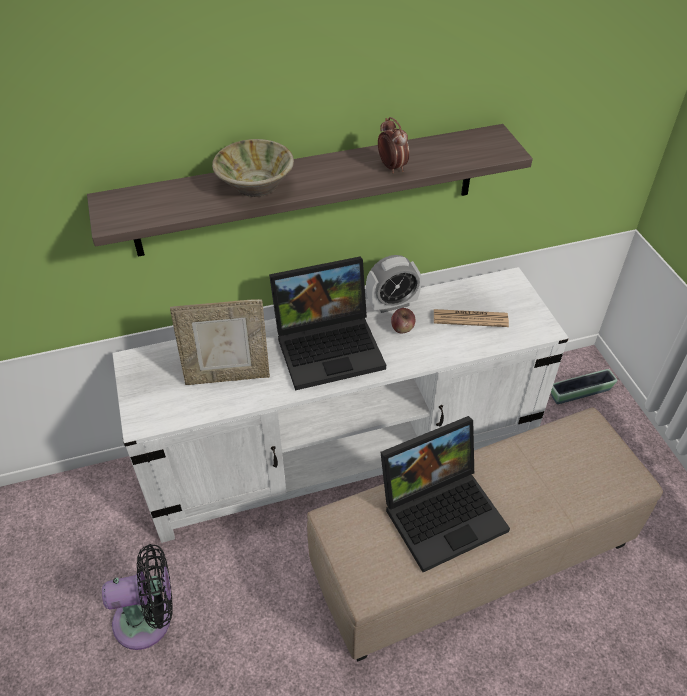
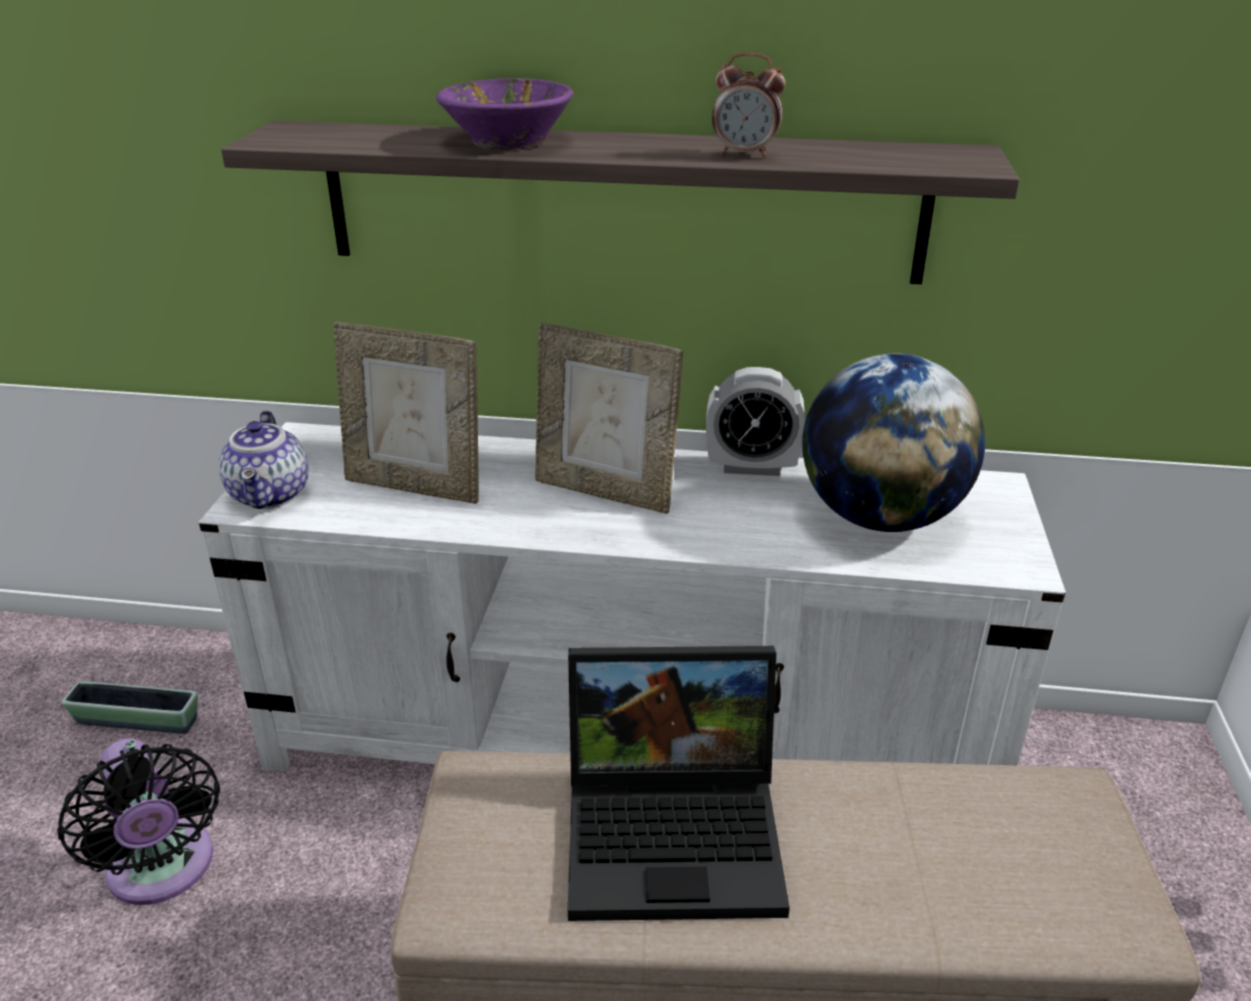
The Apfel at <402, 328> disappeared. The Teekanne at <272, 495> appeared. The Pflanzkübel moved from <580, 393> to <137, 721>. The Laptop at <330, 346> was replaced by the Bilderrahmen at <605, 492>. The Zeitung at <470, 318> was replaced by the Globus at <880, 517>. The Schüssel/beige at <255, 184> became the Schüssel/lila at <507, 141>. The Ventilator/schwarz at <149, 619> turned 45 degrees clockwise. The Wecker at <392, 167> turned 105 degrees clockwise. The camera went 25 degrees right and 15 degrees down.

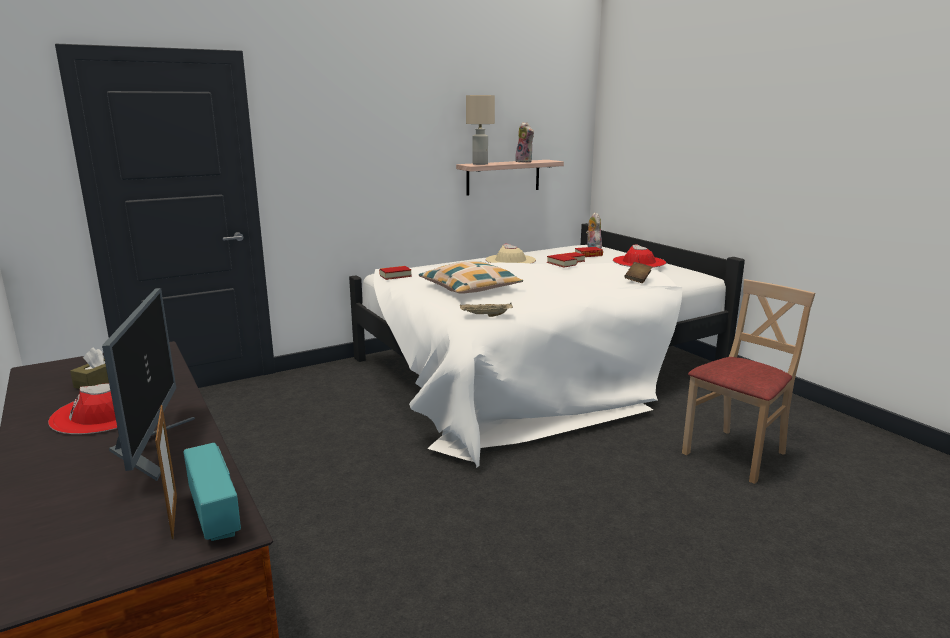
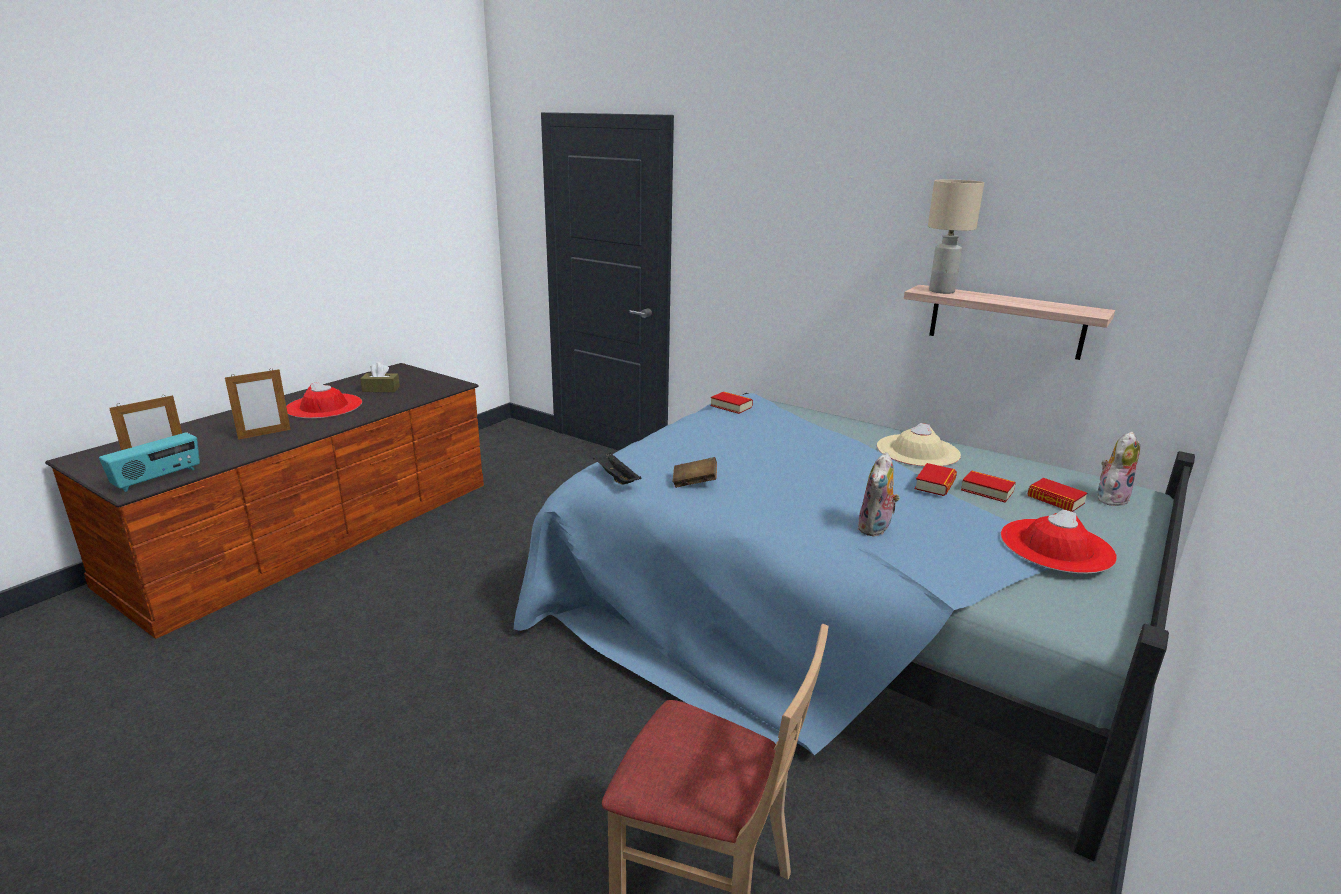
The Kissen at <470, 288> disappeared. The Plüschtier moved from <525, 162> to <875, 529>. The Buch/braun moved from <638, 279> to <694, 483>. The Monitor at <151, 447> was replaced by the Bilderrahmen at <264, 434>. The Bett/weiß at <536, 370> became the Bett/blau at <838, 617>. The Tablett/beige at <485, 316> became the Tablett/schwarz at <616, 478>. The camera went 65 degrees right and 5 degrees up.

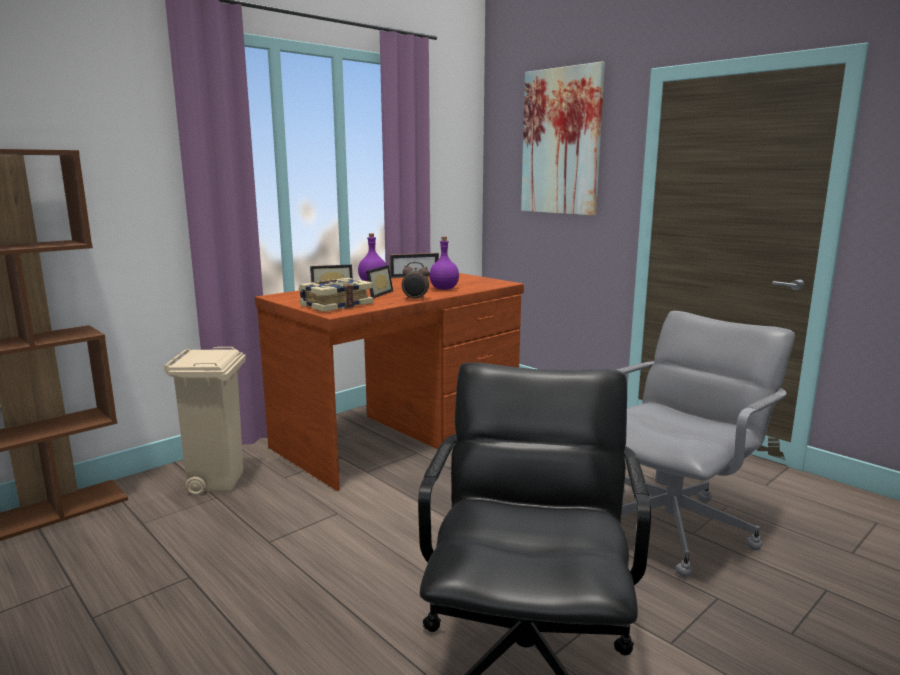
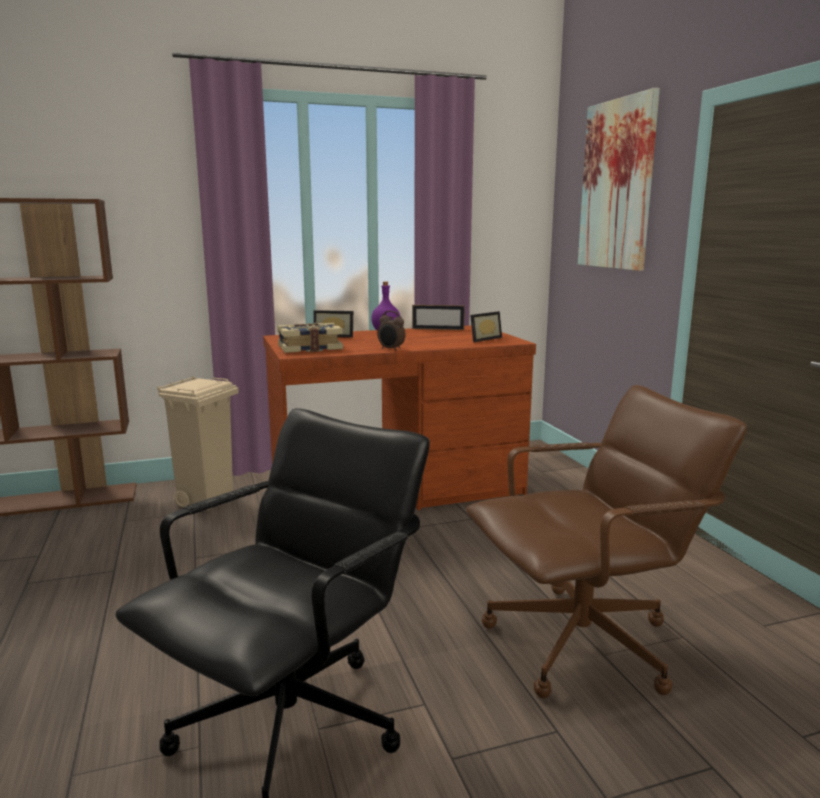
The Flasche/lila at <444, 289> disappeared. The Bilderrahmen moved from <376, 294> to <482, 339>. The Bürostuhl/grau at <673, 529> became the Bürostuhl/braun at <584, 644>. The camera went 25 degrees right and 0 degrees up.

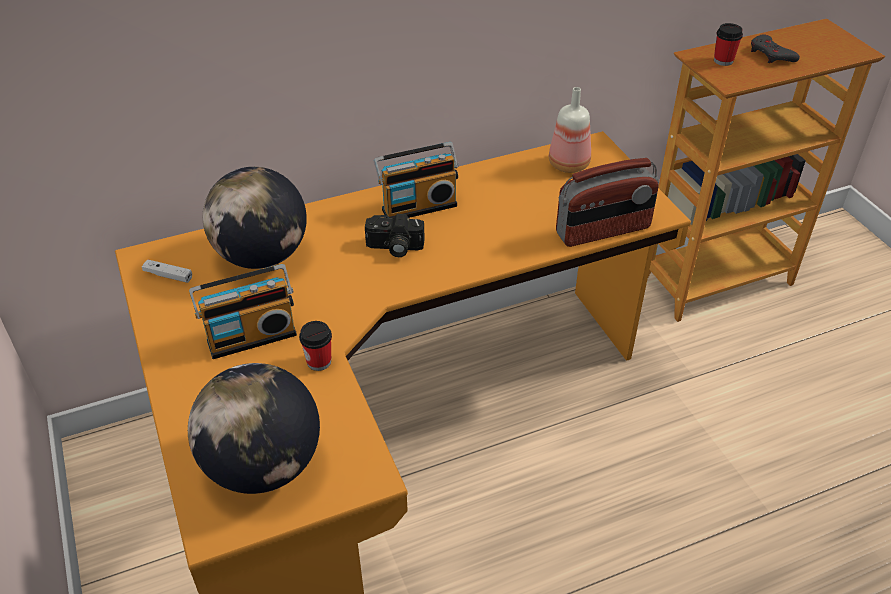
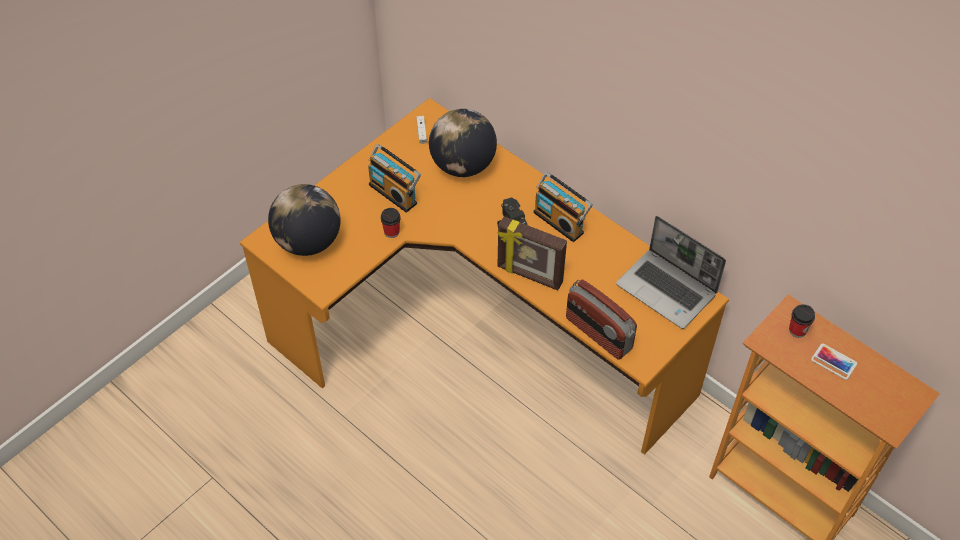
The Bilderrahmen at <529, 275> appeared. The Flasche at <569, 164> was replaced by the Laptop at <667, 290>. The Gamepad/grau at <771, 54> was replaced by the Handy at <833, 362>. The camera went 65 degrees right and 10 degrees up.

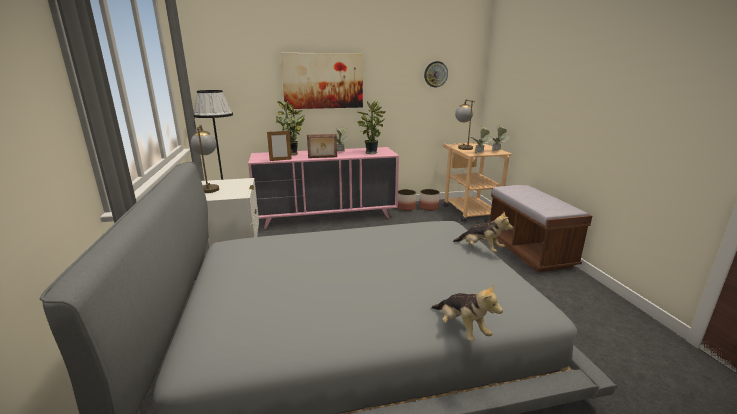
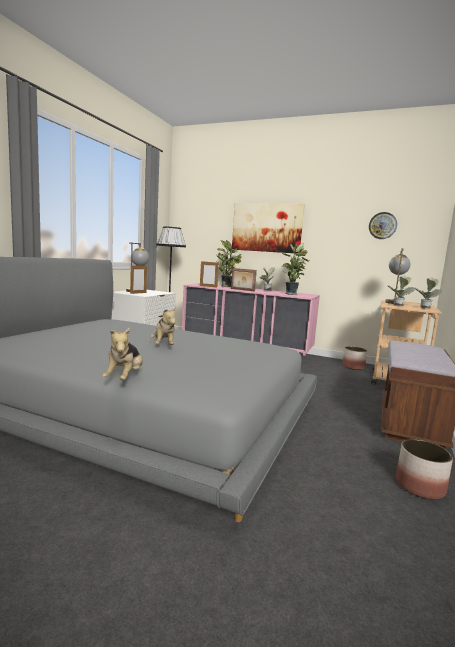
The Bilderrahmen at <138, 293> appeared. The Pflanzkübel moved from <406, 208> to <420, 486>. The Plüschtier moved from <480, 249> to <164, 345>. The camera went 35 degrees right and 10 degrees down.

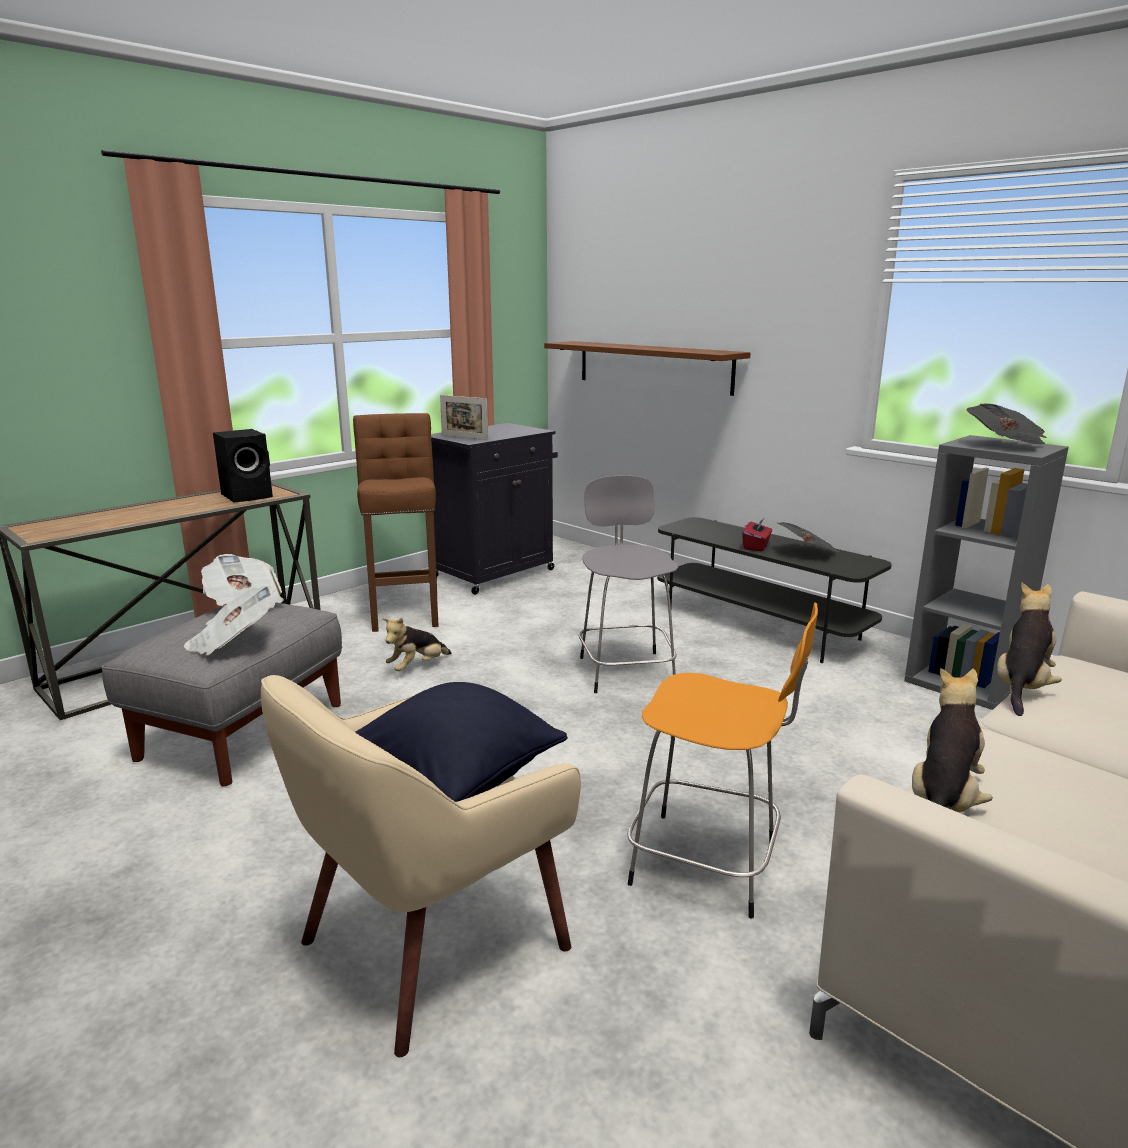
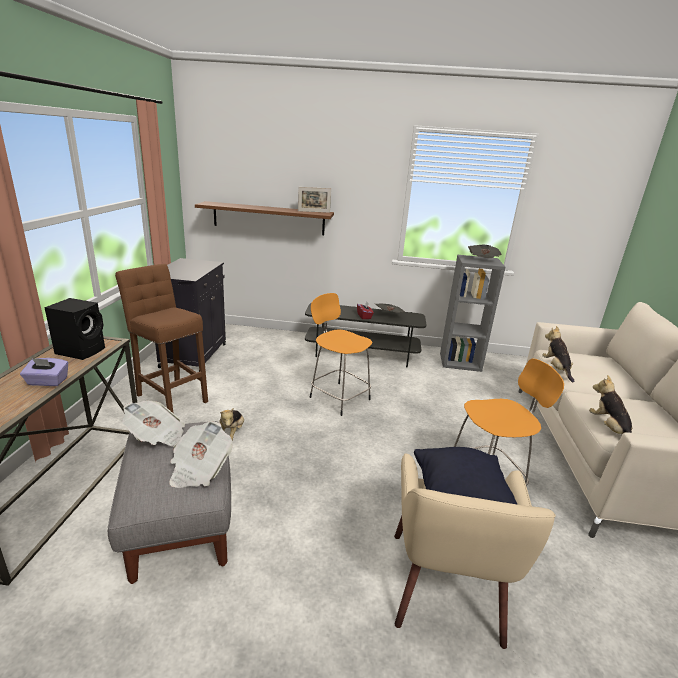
The Taschentuchbox/lila at <47, 382> appeared. The Bilderrahmen moved from <464, 437> to <314, 211>. The Hocker/grau at <625, 670> became the Hocker/orange at <338, 397>. The camera went 40 degrees left and 5 degrees up.

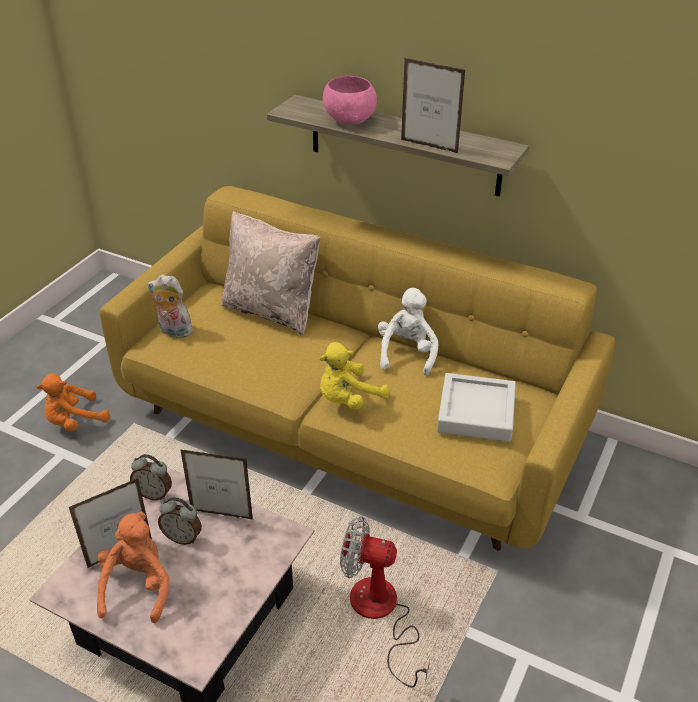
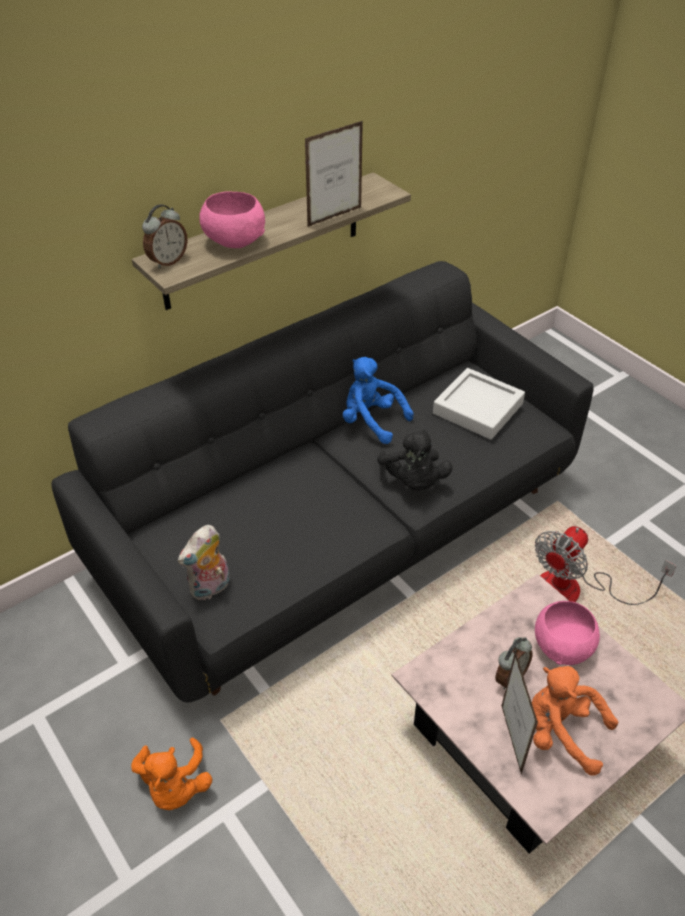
The Bilderrahmen at <222, 515> disappeared. The Kissen/beige at <272, 310> disappeared. The Schüssel/rosa at <562, 646> appeared. The Wecker moved from <154, 494> to <167, 261>. The Sofa/gelb at <350, 426> became the Sofa/schwarz at <342, 531>. The Plüschtier/gelb at <348, 399> became the Plüschtier/schwarz at <413, 482>. The Plüschtier/weiß at <407, 353> became the Plüschtier/blau at <371, 421>. The camera went 65 degrees left and 5 degrees up.

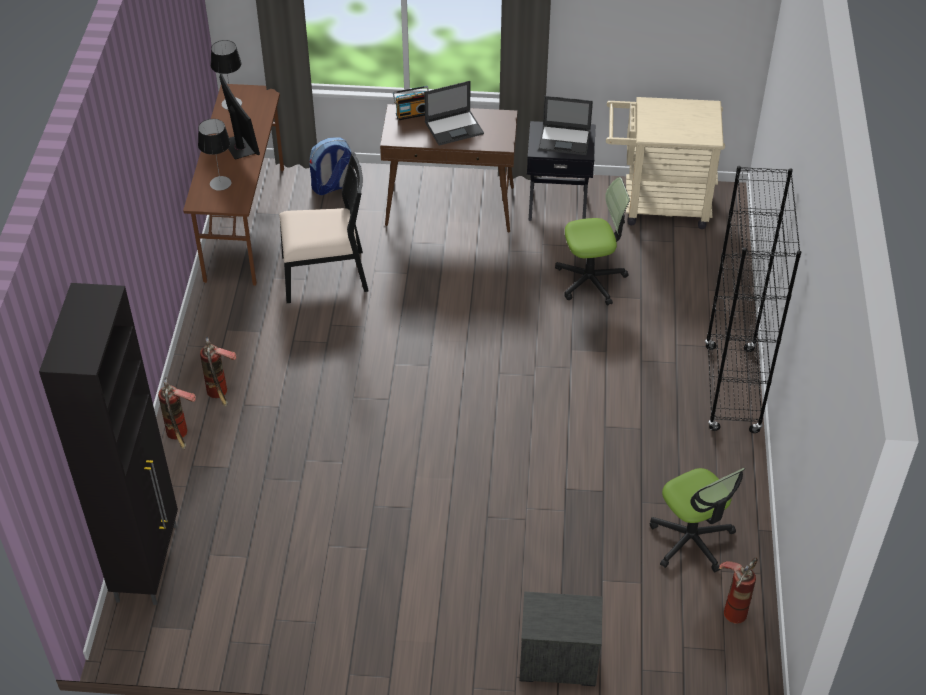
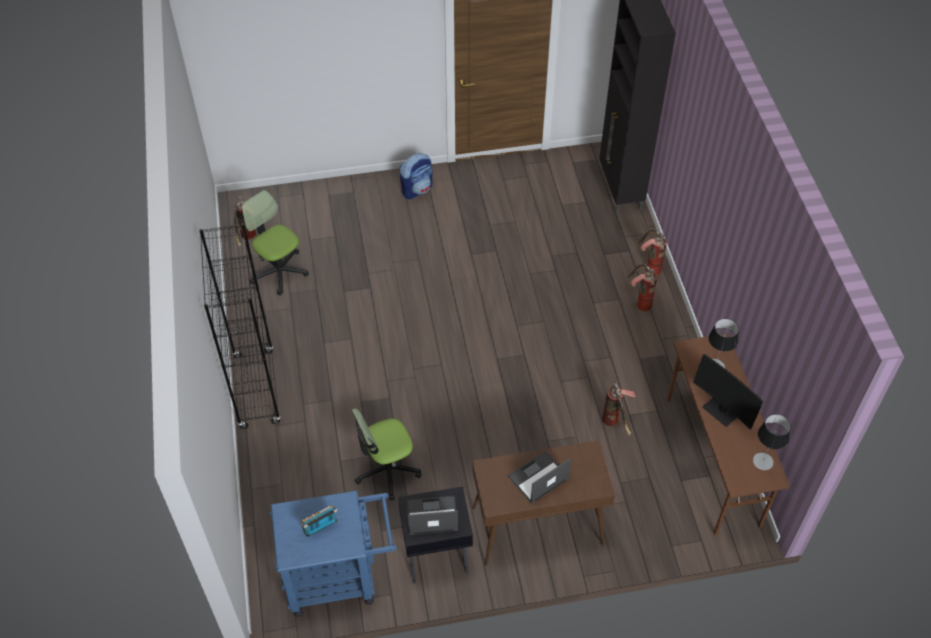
The Nachttisch at <557, 660> disappeared. The Rucksack moved from <332, 186> to <417, 189>. The Radio moved from <412, 113> to <320, 526>. The Stuhl/schwarz at <325, 274> was replaced by the Feuerlöscher at <615, 423>. The Rollwagen/beige at <657, 204> became the Rollwagen/blau at <339, 577>. The camera went 165 degrees right and 5 degrees up.

